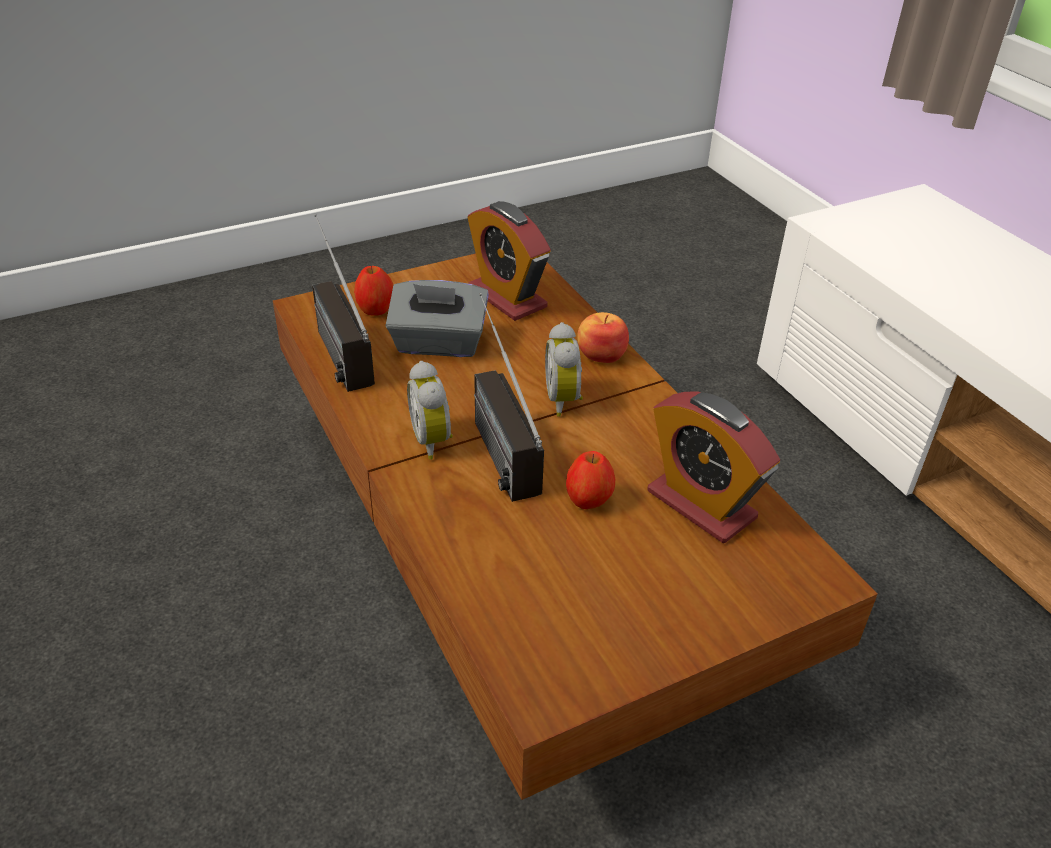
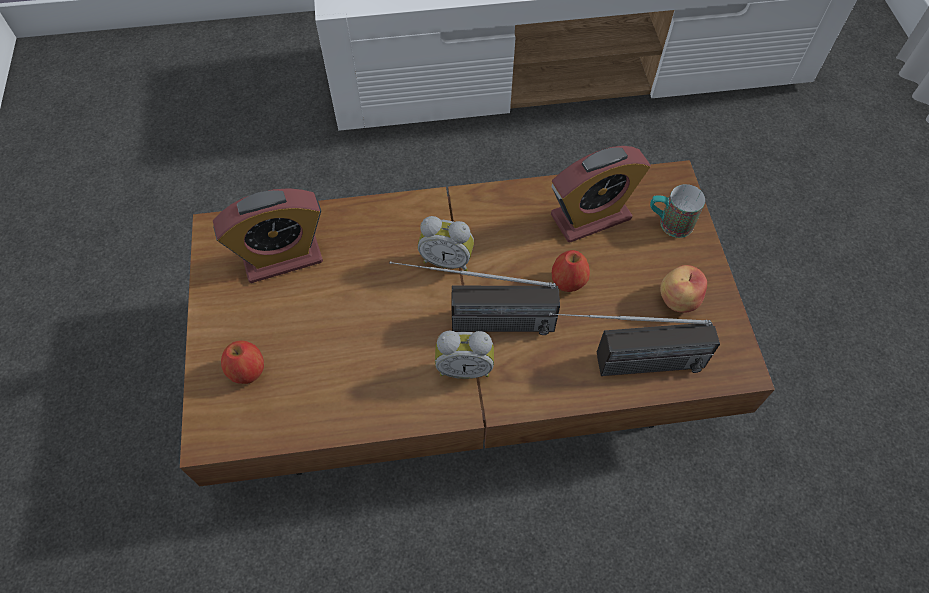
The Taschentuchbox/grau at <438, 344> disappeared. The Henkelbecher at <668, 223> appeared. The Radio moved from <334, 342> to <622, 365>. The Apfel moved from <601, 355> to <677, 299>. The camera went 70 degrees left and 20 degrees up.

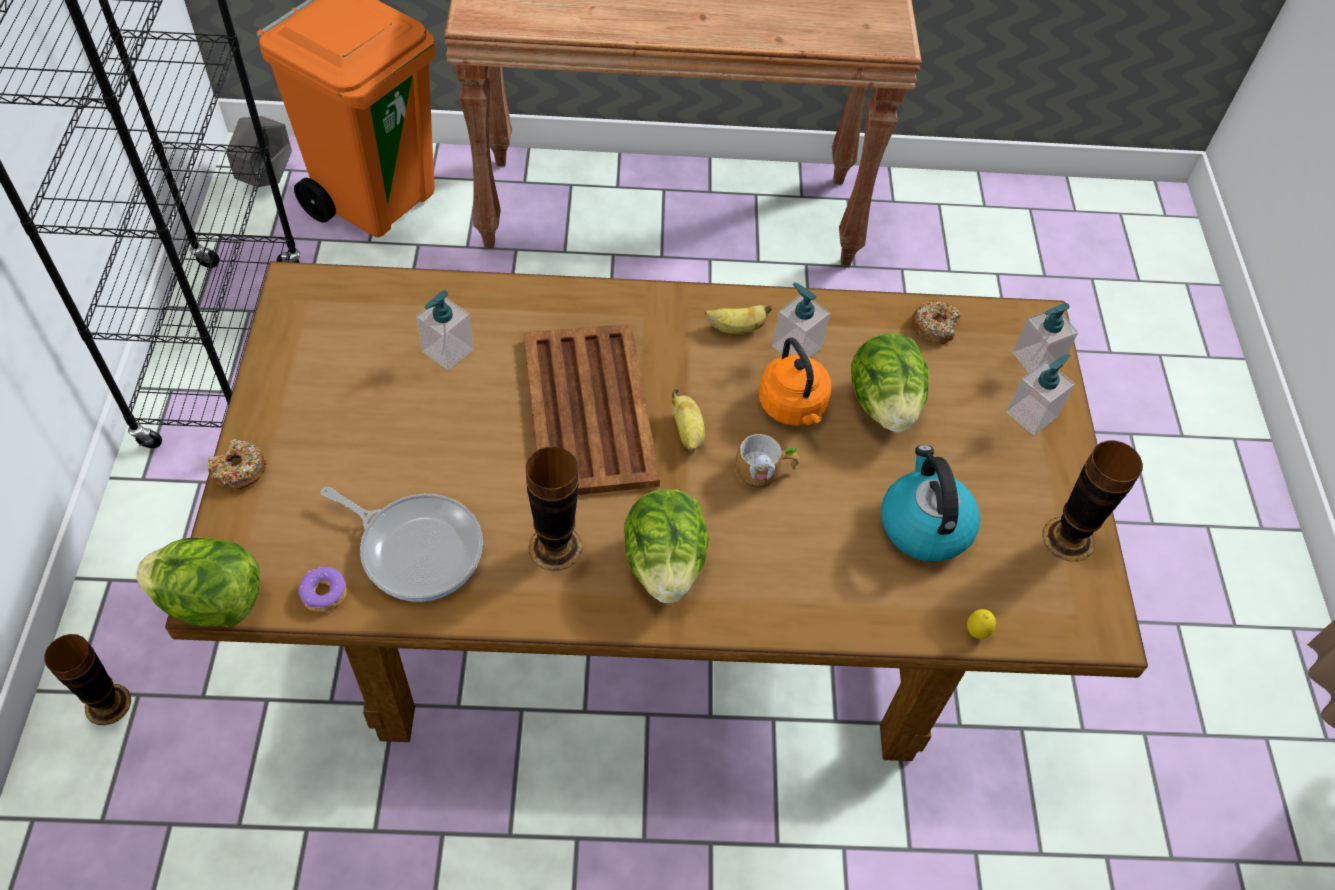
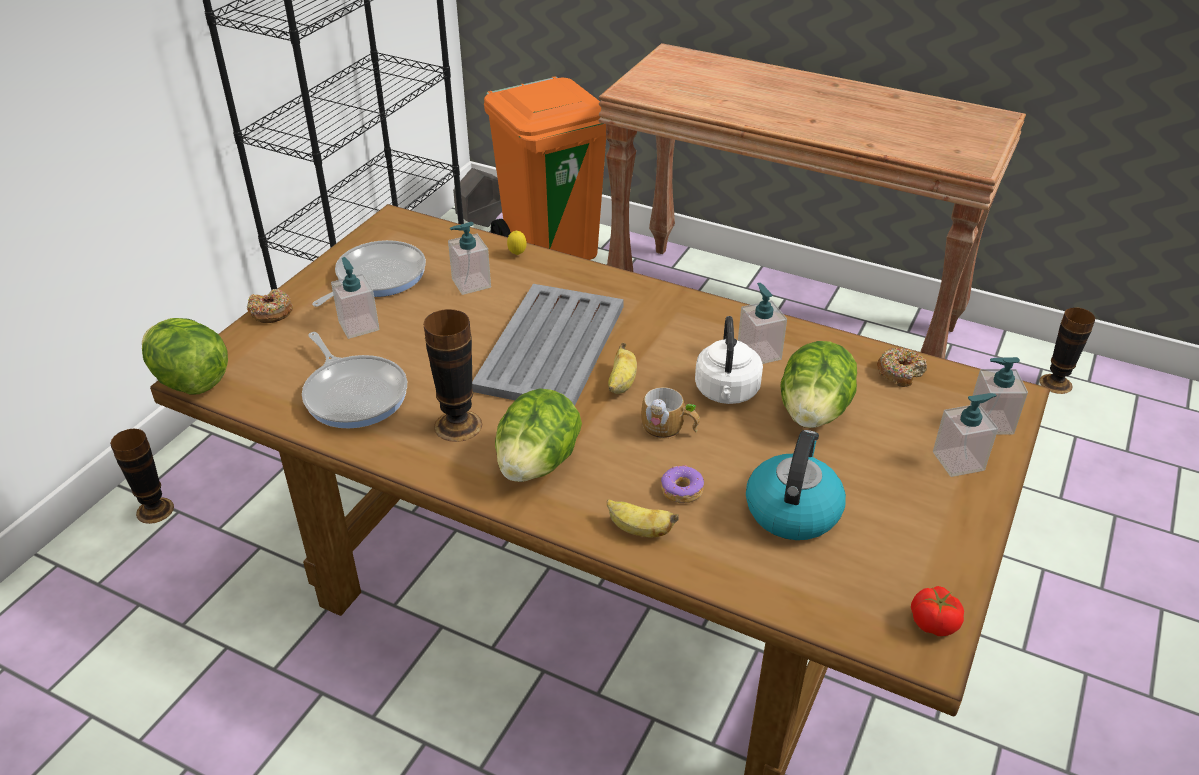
The Pfanne at <377, 277> appeared. The Seifenspender at <358, 326> appeared. The Tomate at <933, 624> appeared. The Donut moved from <324, 594> to <681, 490>. The Banane moved from <735, 328> to <638, 530>. The Zitrone moved from <976, 633> to <517, 254>. The Vase moved from <1068, 538> to <1055, 383>. The Tablett/braun at <589, 408> became the Tablett/grau at <552, 346>. The Wasserkessel/orange at <793, 408> became the Wasserkessel/weiß at <726, 393>. The camera went 30 degrees right and 15 degrees down.

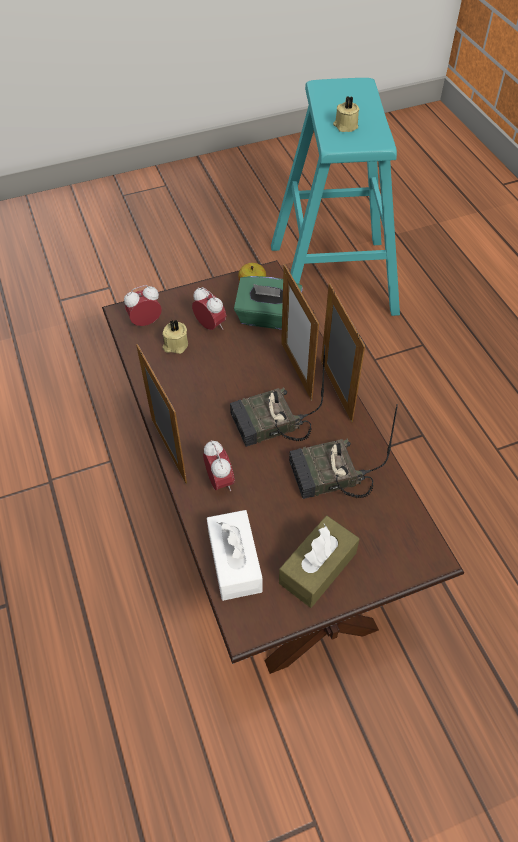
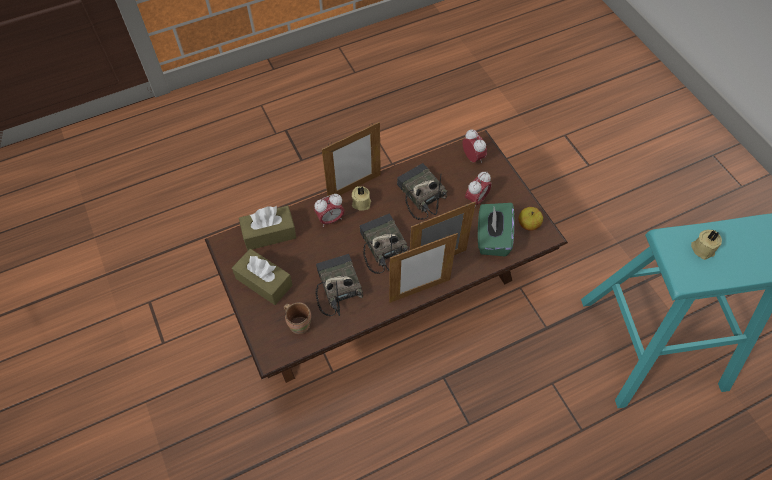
The Henkelbecher/braun at <299, 323> appeared. The Radio at <419, 195> appeared. The Kerze/beige moved from <175, 345> to <361, 202>. The Taschentuchbox/weiß at <234, 562> became the Taschentuchbox/braun at <269, 233>. The camera went 85 degrees right and 5 degrees up.

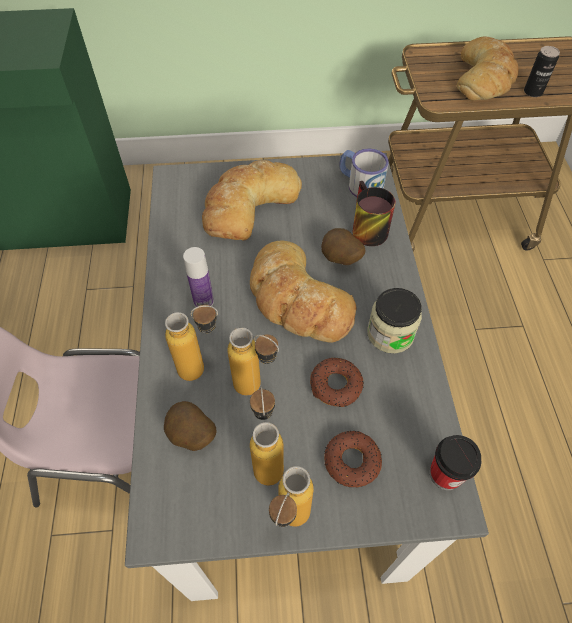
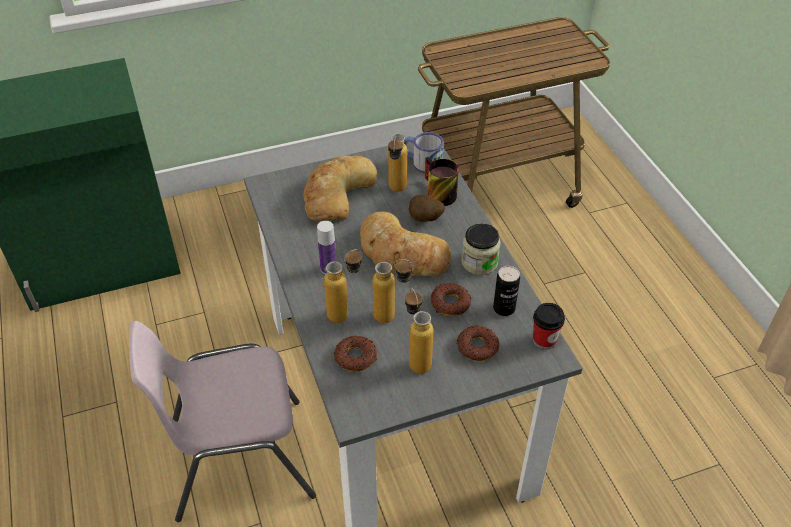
The Brot at <485, 76> disappeared. The Flasche moved from <289, 523> to <396, 191>. The Dose moved from <533, 92> to <504, 308>. The Kartoffel at <191, 436> was replaced by the Donut at <355, 357>. The camera went 15 degrees left and 10 degrees down.

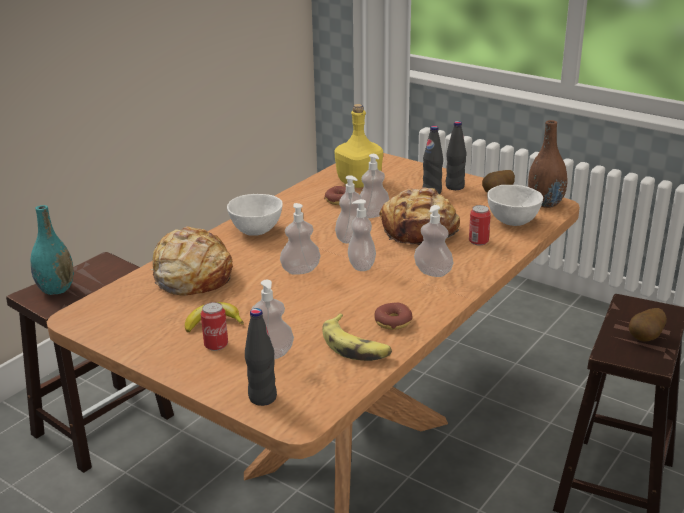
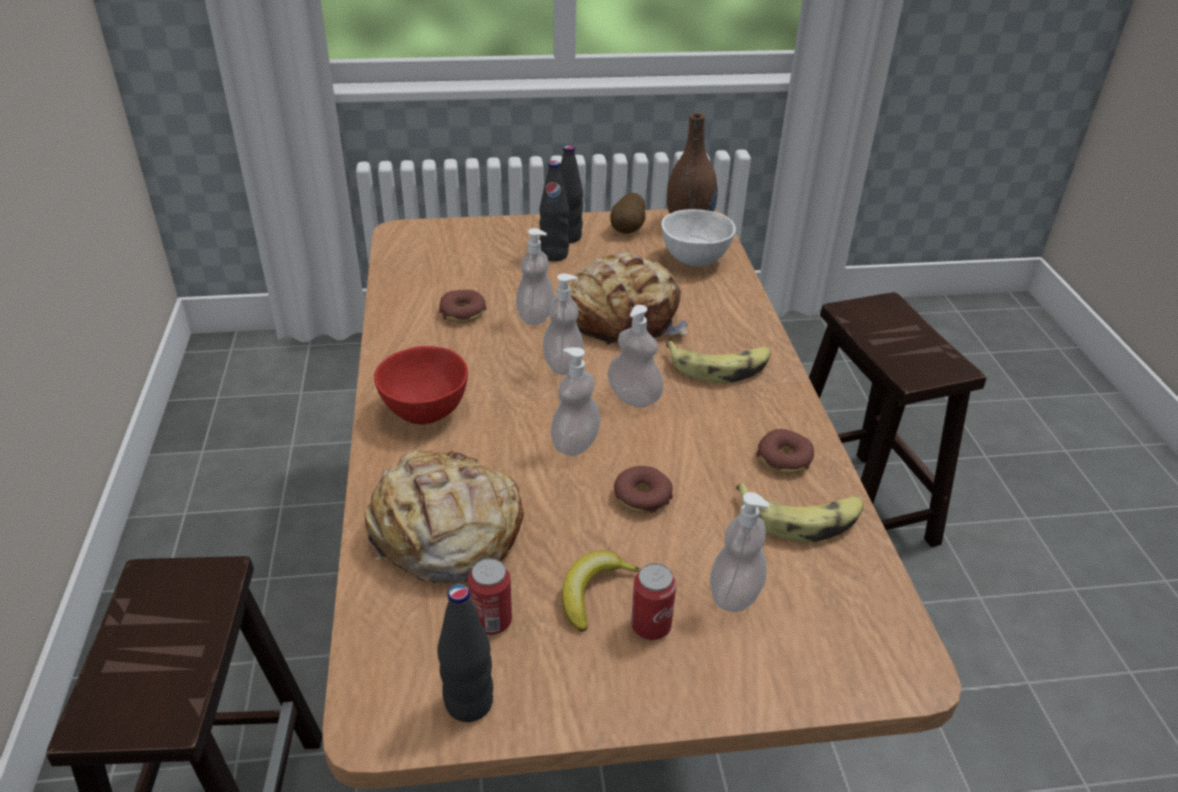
The Vase/türkis at <56, 289> disappeared. The Flasche/gelb at <359, 182> disappeared. The Kartoffel at <646, 338> disappeared. The Donut at <642, 496> appeared. The Flasche/schwarz moved from <262, 397> to <469, 703>. The Dose moved from <478, 241> to <491, 621>. The Seifenspender at <433, 272> was replaced by the Banane at <720, 367>. The Schüssel/weiß at <257, 231> became the Schüssel/rot at <426, 411>. The camera went 45 degrees left and 10 degrees up.

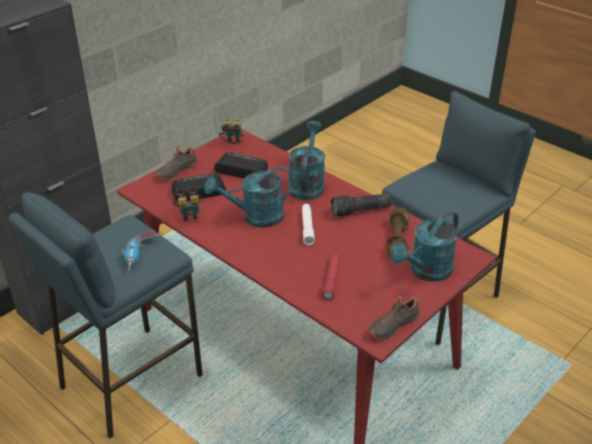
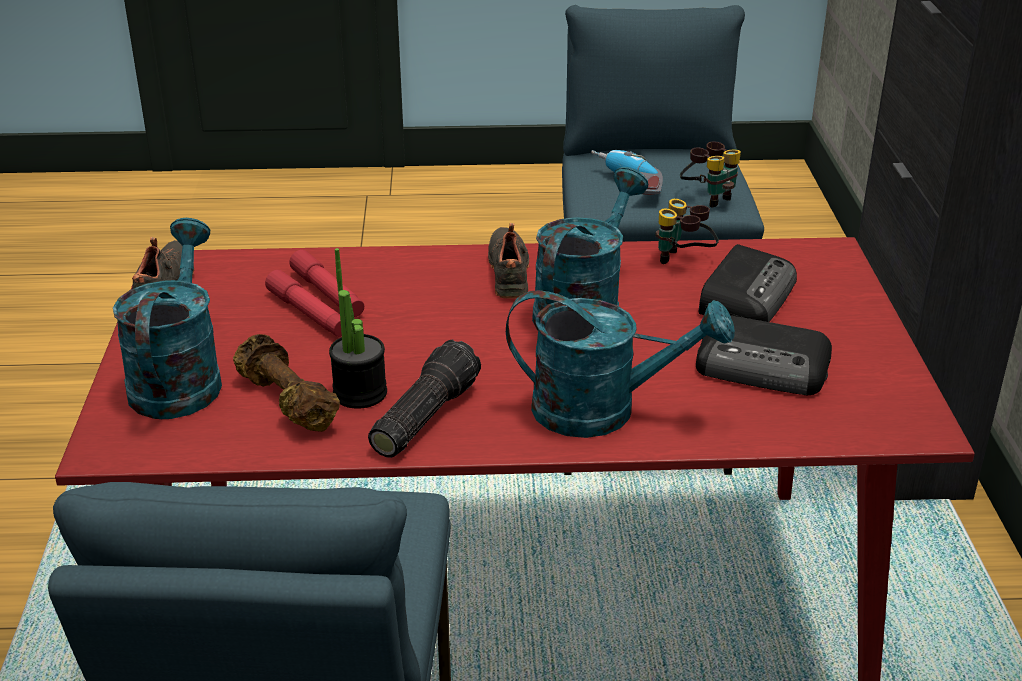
The Taschenlampe/weiß at <307, 227> disappeared. The Taschenlampe/rot at <308, 314> appeared. The Topfpflanze at <360, 393> appeared. The Schuh/schwarz moved from <176, 170> to <511, 272>. The Fernglas moved from <232, 145> to <708, 198>. The Radio at <241, 169> turned 45 degrees clockwise. The Gießkanne/türkis at <307, 184> turned 45 degrees counterclockwise. The camera went 135 degrees right and 5 degrees down.

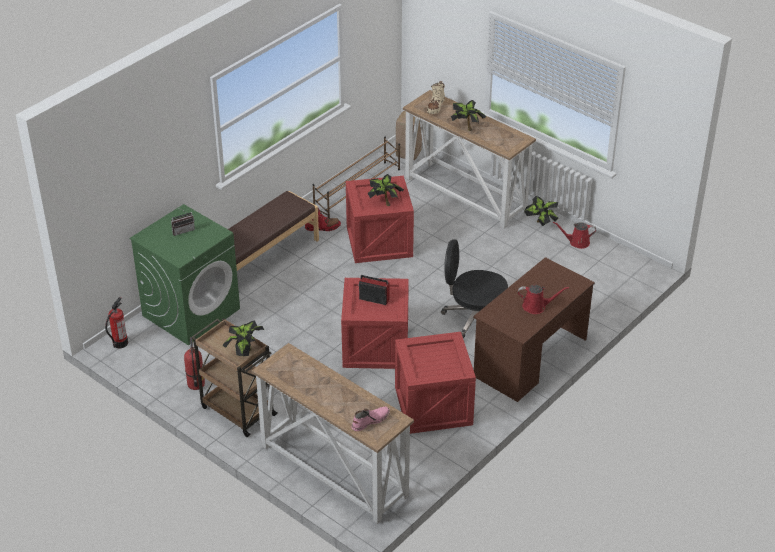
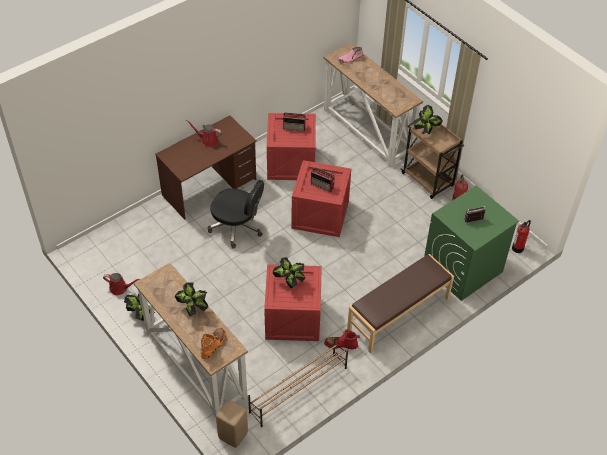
The Radio at <294, 128> appeared. The Stiefel/beige at <435, 106> became the Stiefel/orange at <213, 345>. The camera went 170 degrees left and 10 degrees up.

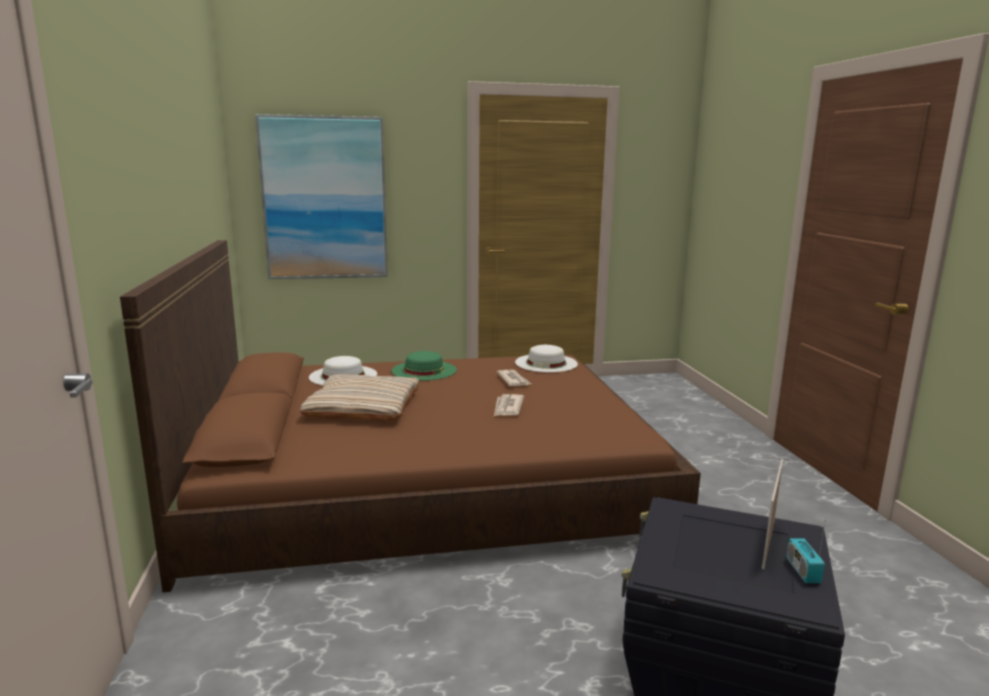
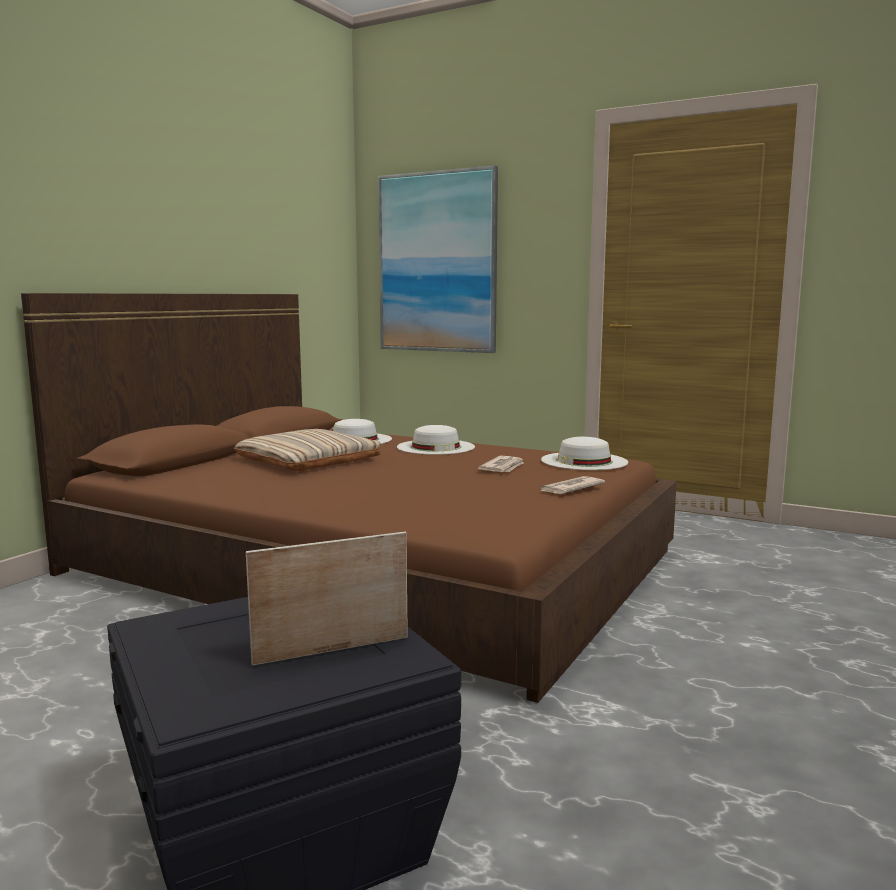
The Radio at <802, 571> disappeared. The Zeitung moved from <507, 407> to <570, 488>. The Hut/grün at <424, 370> became the Hut/weiß at <436, 447>. The camera went 40 degrees right and 5 degrees down.

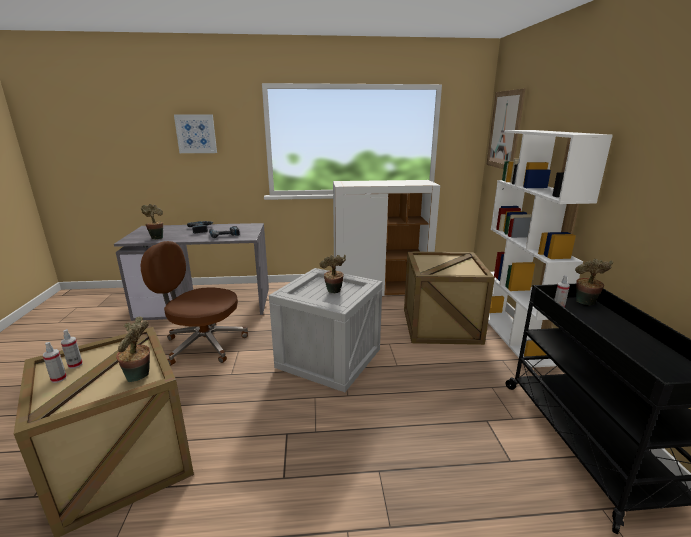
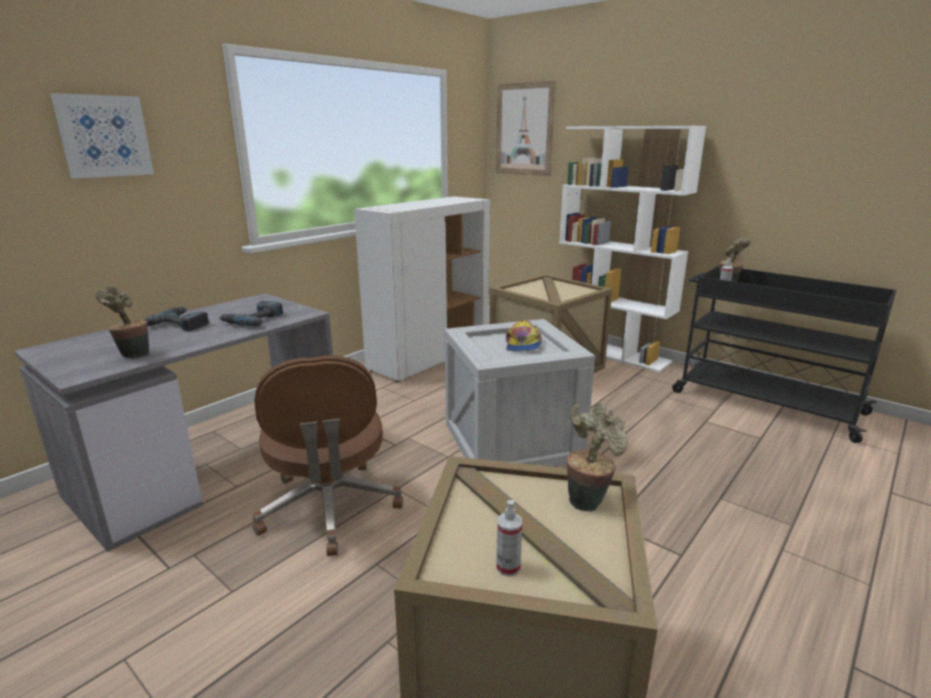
The Sprühflasche at <75, 365> disappeared. The Topfpflanze at <333, 292> was replaced by the Kappe at <523, 344>. The Bürostuhl/braun at <203, 344> turned 75 degrees counterclockwise. The camera went 45 degrees left and 0 degrees up.

